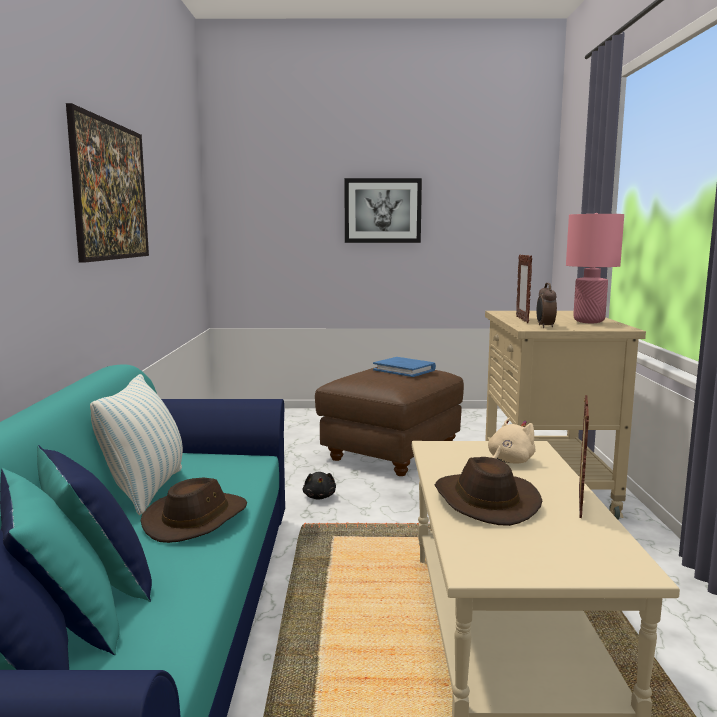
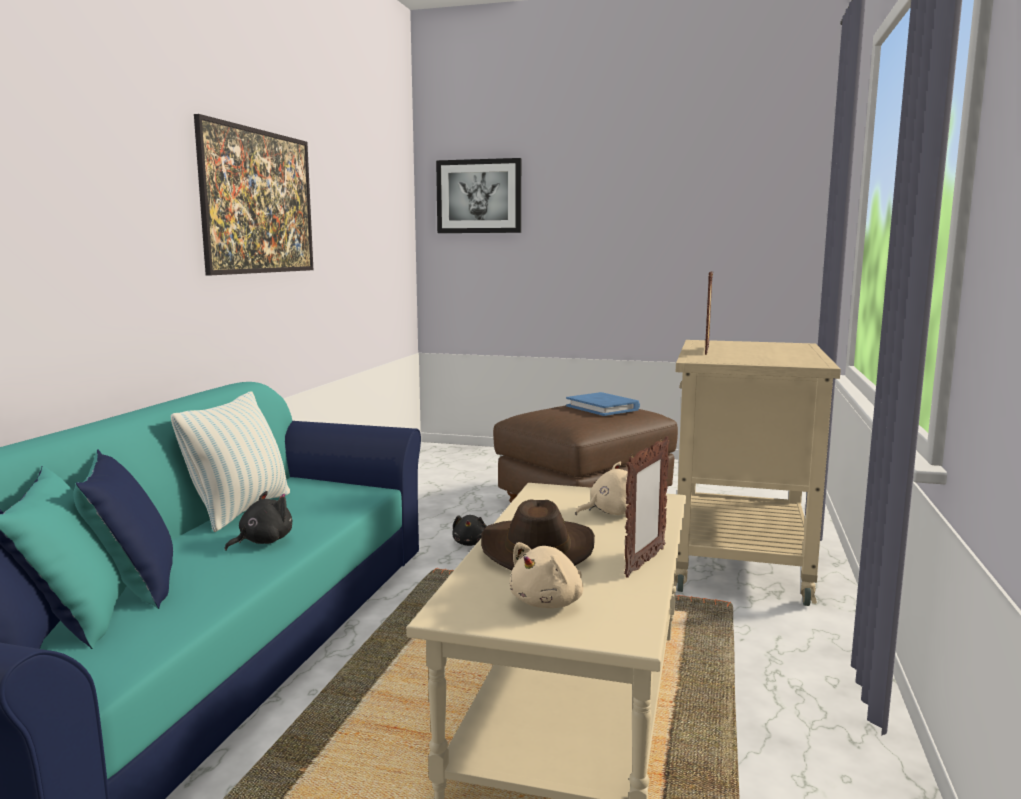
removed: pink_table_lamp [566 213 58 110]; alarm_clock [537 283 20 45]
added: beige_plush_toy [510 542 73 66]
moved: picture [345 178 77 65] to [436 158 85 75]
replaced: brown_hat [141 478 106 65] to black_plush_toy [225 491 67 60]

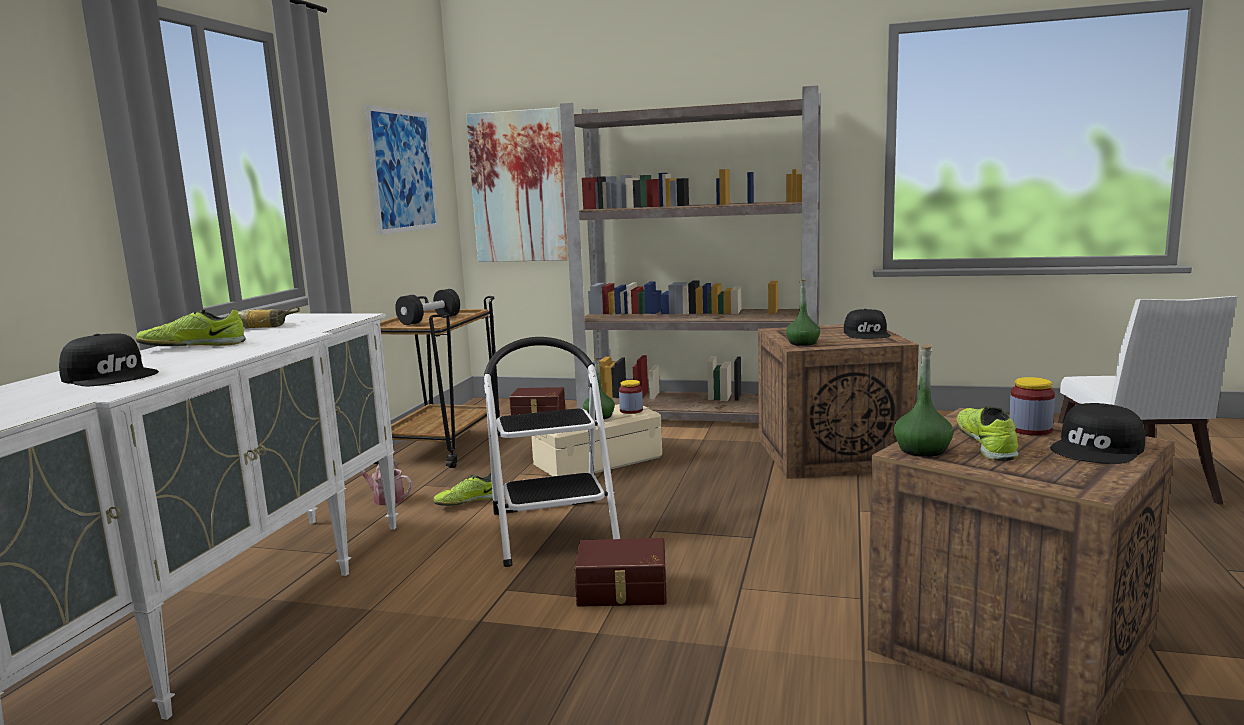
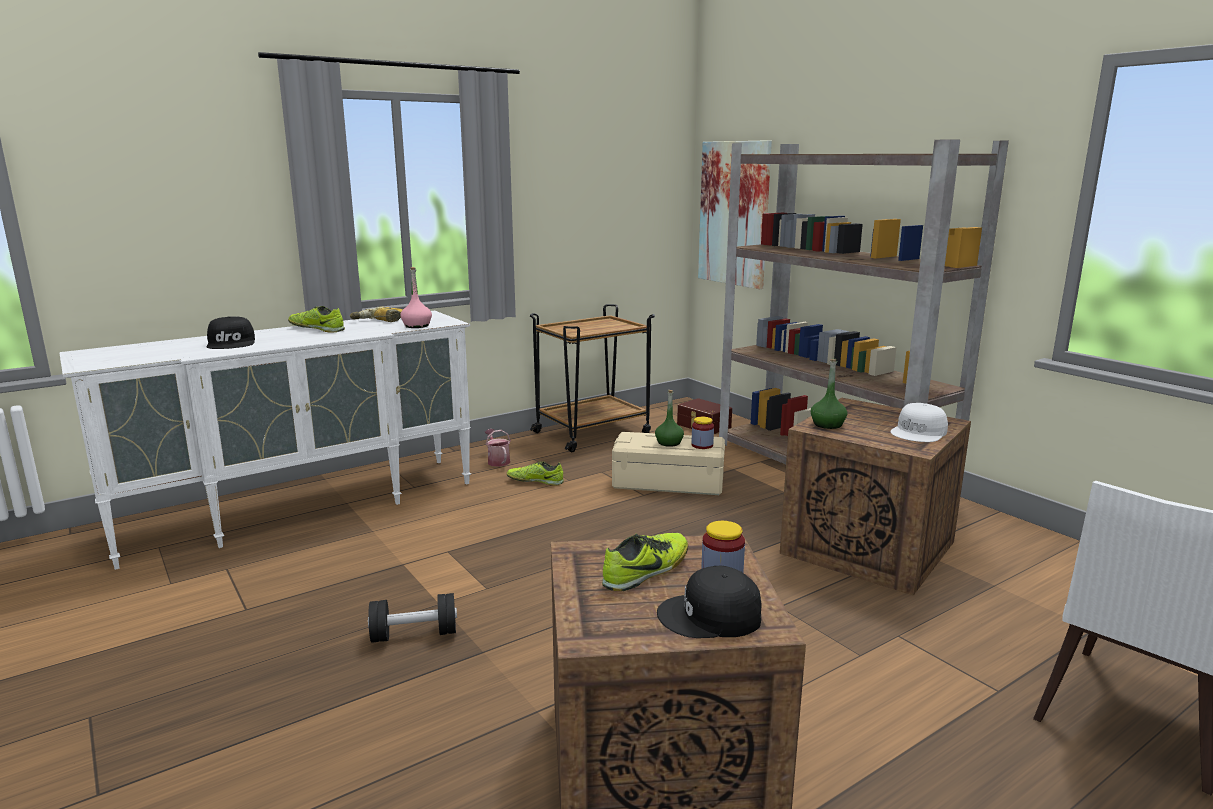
removed: picture [365 105 74 130]; step_ladder [484 337 136 230]; green_bottle [894 344 59 113]; brown_storage_box [574 538 93 69]
added: pink_bottle [400 267 32 61]
moved: black_dumbbell [395 289 65 36] to [368 593 89 50]
recoloured: black_cap [844 309 47 30] to white_cap [890 403 58 39]

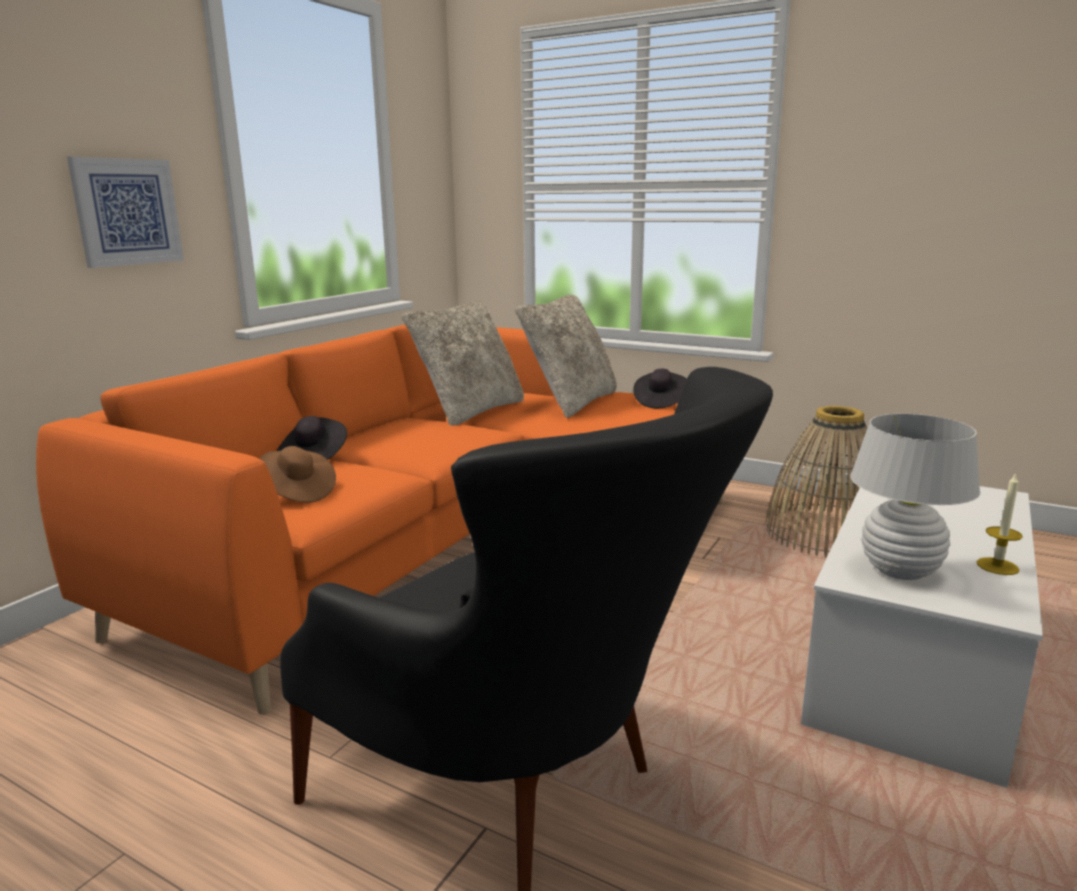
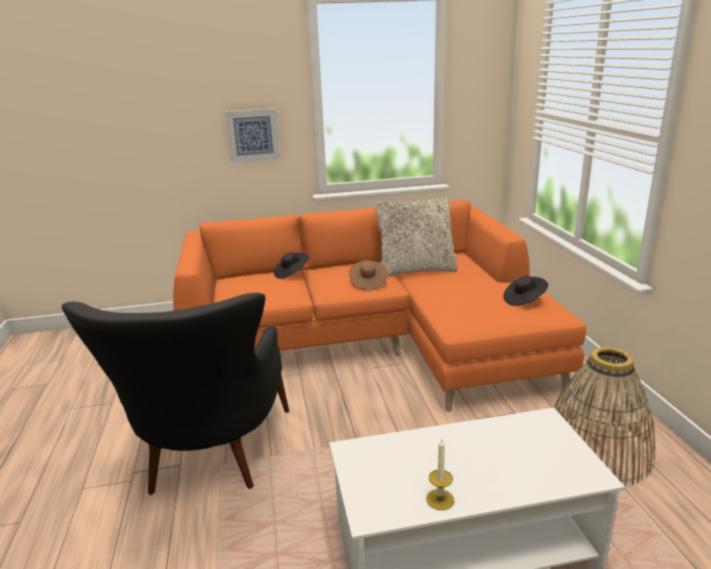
removed: beige_pillow [515 294 102 124]; white_table_lamp [850 414 130 166]
moved: brown_hat [260 446 76 56] to [349 260 39 30]

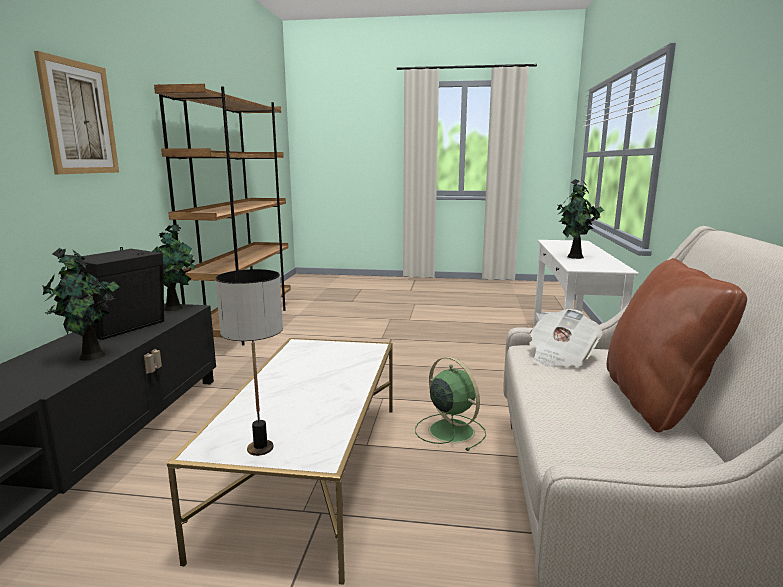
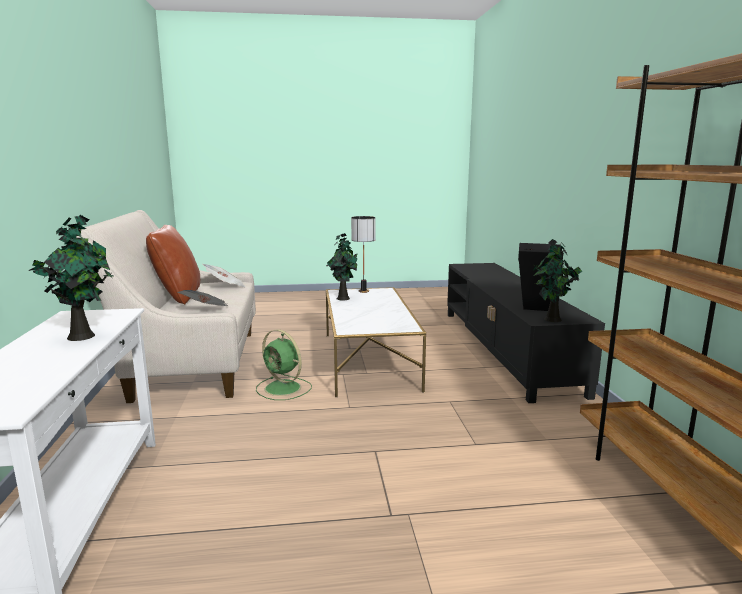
removed: picture [34 51 85 123]
added: newspaper [202 264 43 23]
moved: potted_plant [42 248 78 113] to [326 233 32 67]

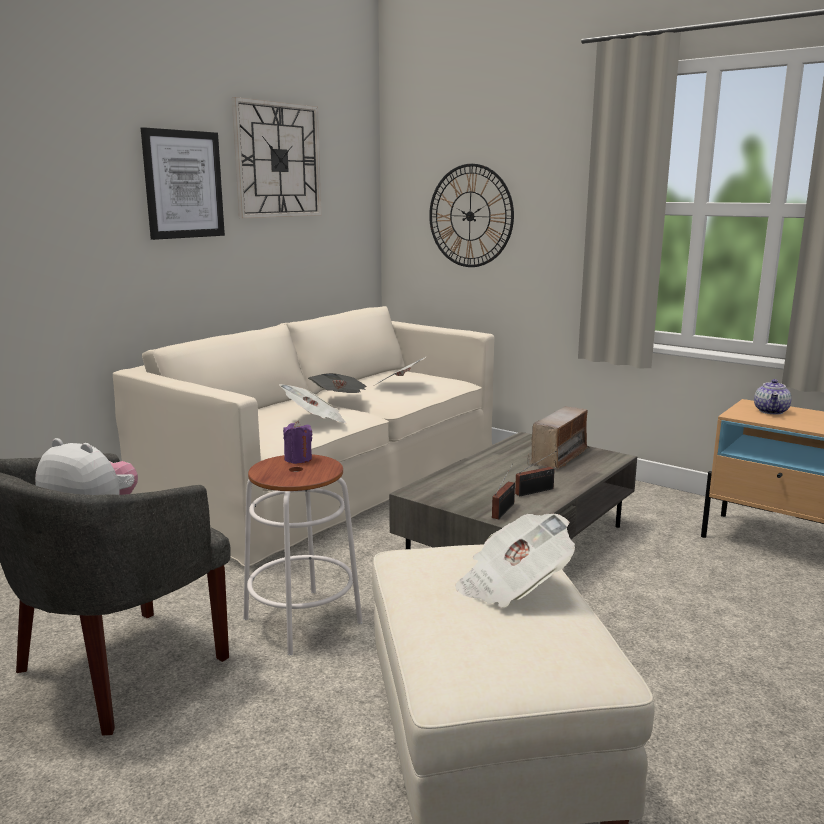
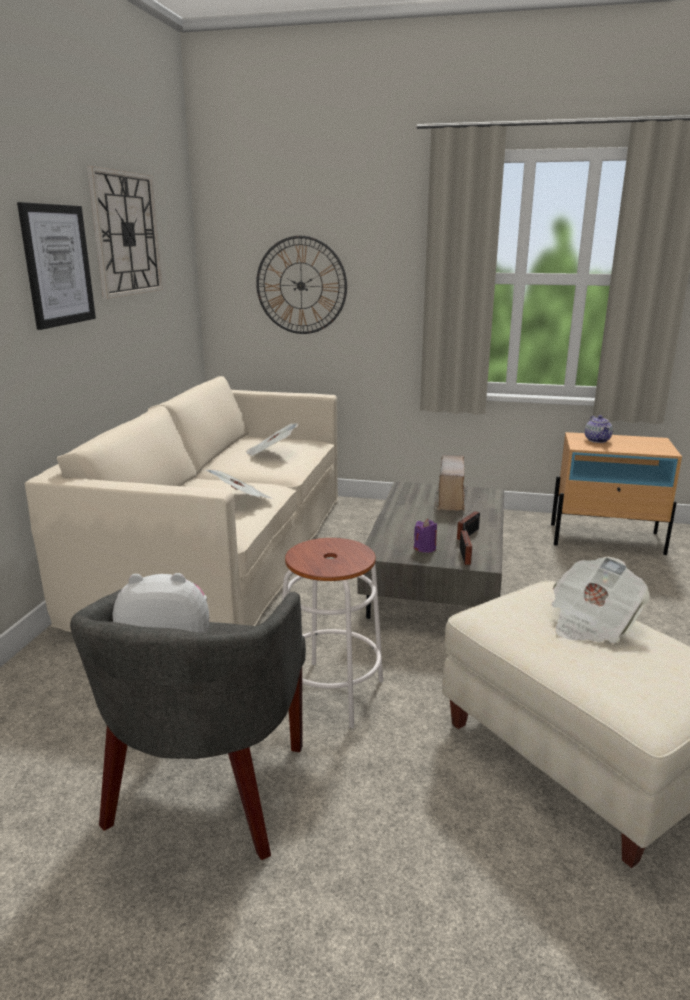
removed: newspaper [308 373 58 20]
moved: purple_candle [283 421 29 43] to [414 519 23 34]

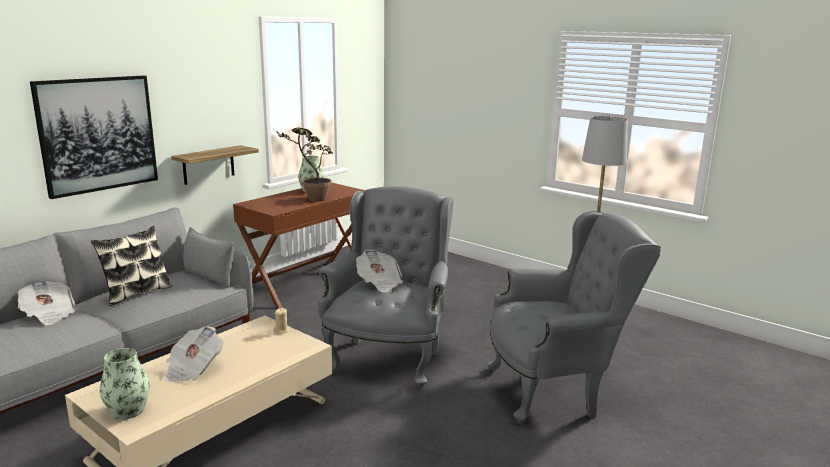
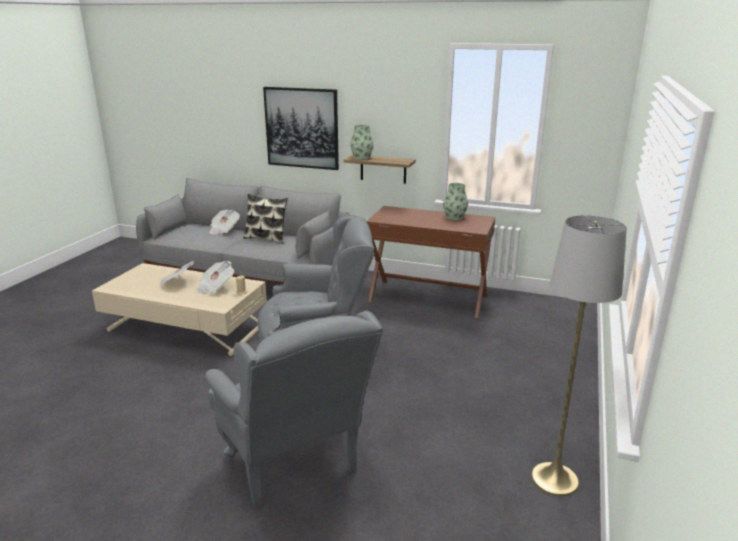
removed: potted_plant [274 128 59 74]
moved: newspaper [356 249 47 44] to [195 261 39 33]; vase [99 348 51 72] to [350 125 24 35]

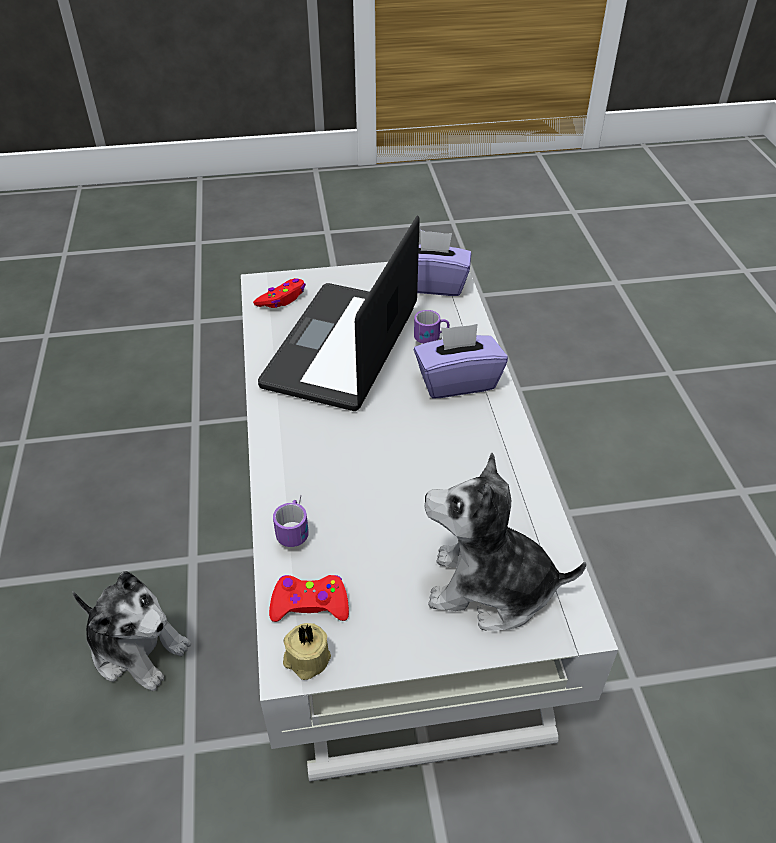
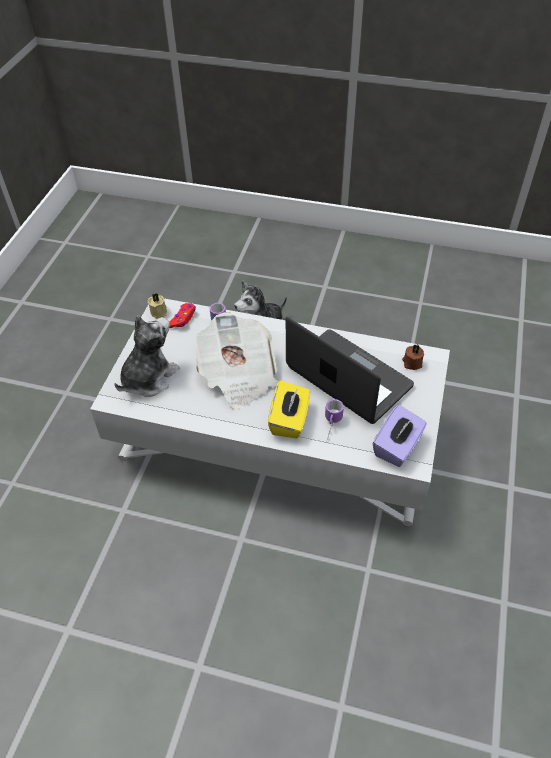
added: newspaper [196 312 81 98]
replaced: red_game_controller [253 278 53 30] to brown_candle [402 345 22 25]
recoloured: purple_tissue_box [414 324 94 75] to yellow_tissue_box [268 381 42 58]

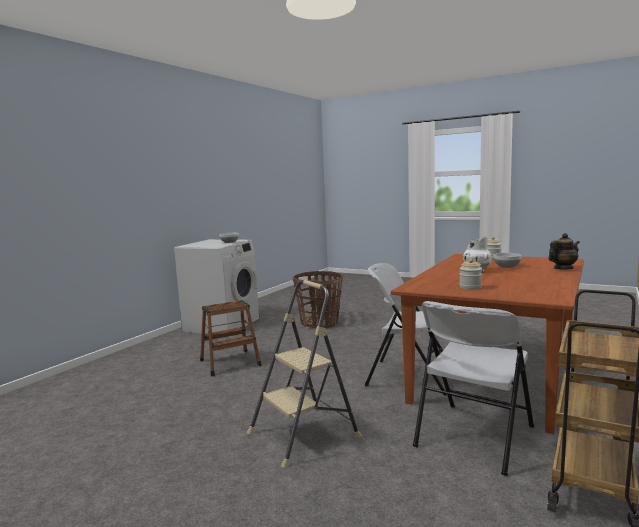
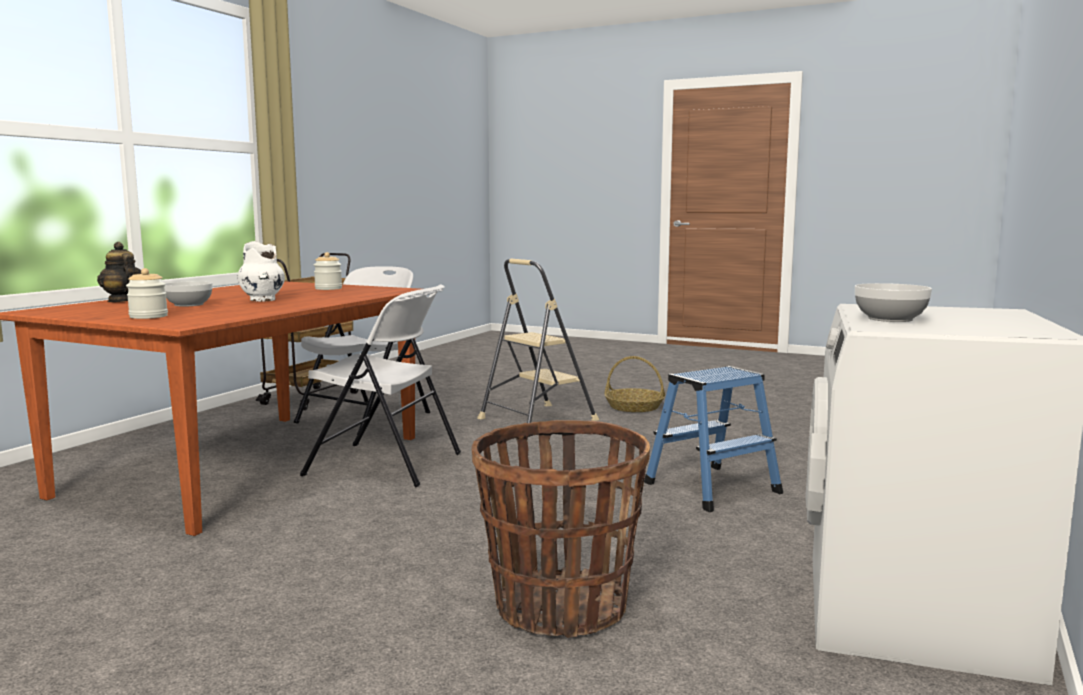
added: basket [604 356 61 56]
recoloured: brown_step_ladder [200 300 62 77] to blue_step_ladder [644 366 139 146]
turned: teapot [549 233 31 36] = [97 242 44 60] 75 degrees clockwise

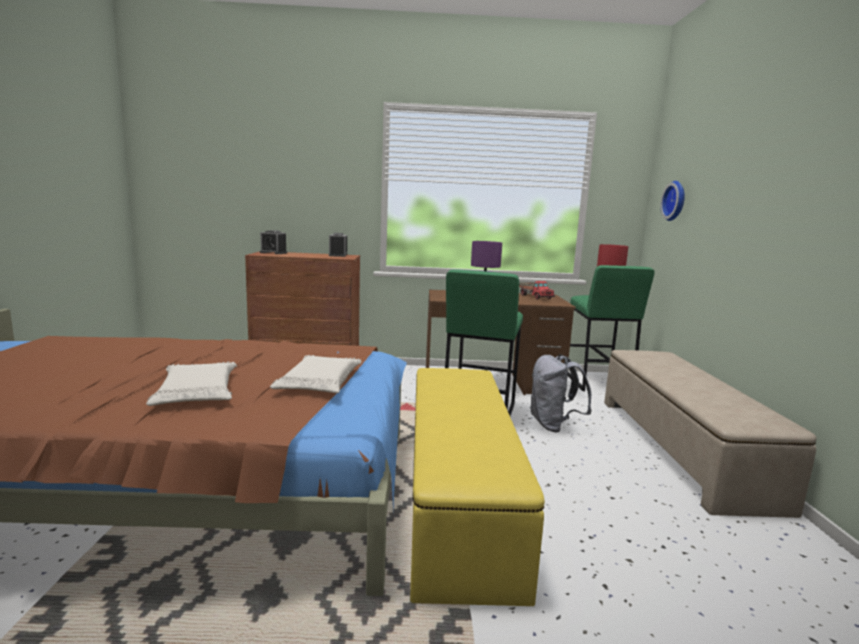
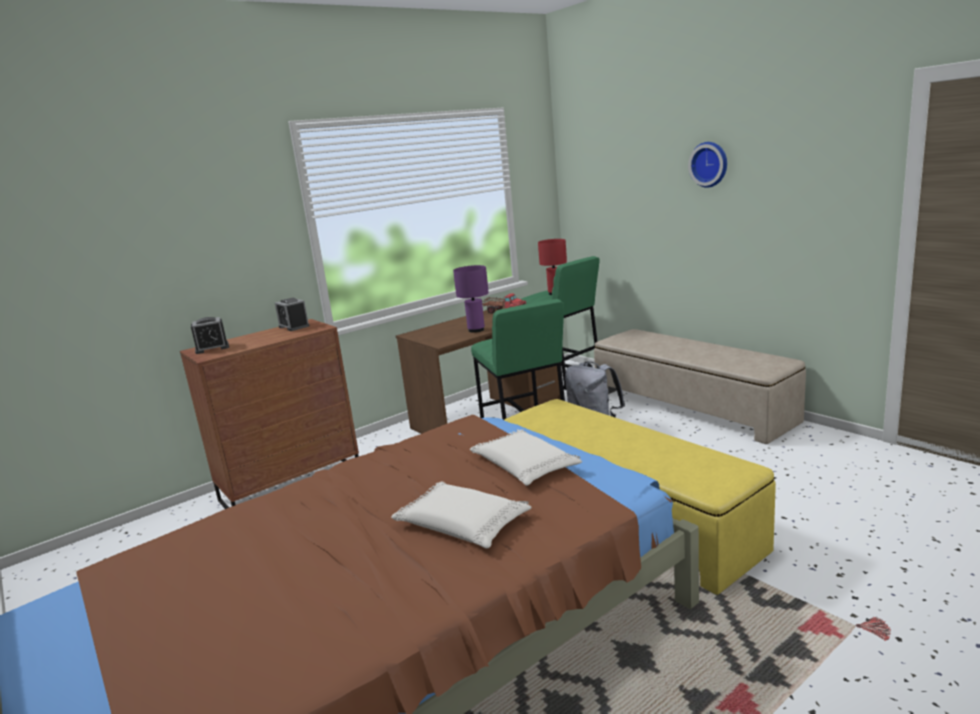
moved: wall_clock [660 181 25 40] to [688 142 39 46]

